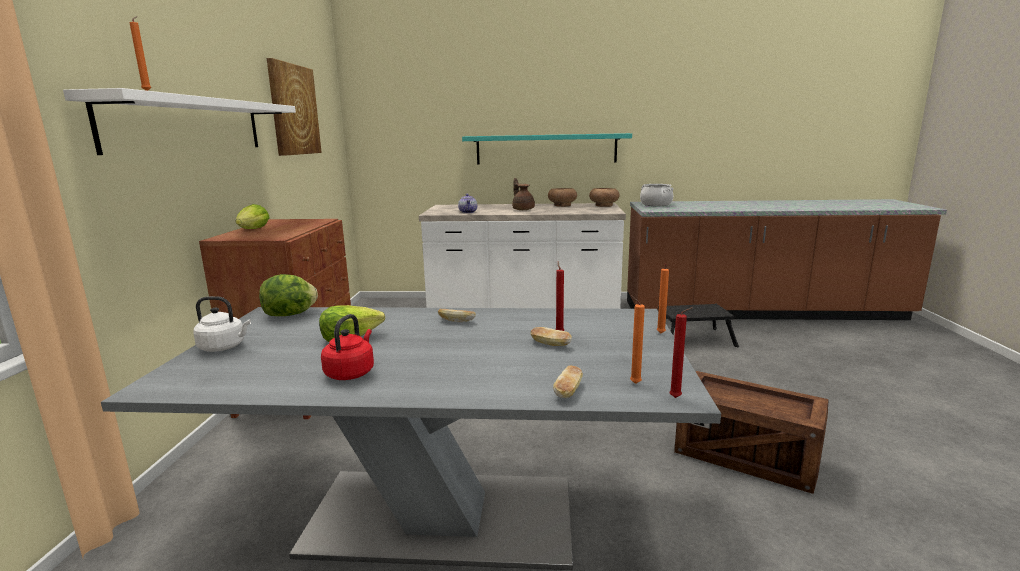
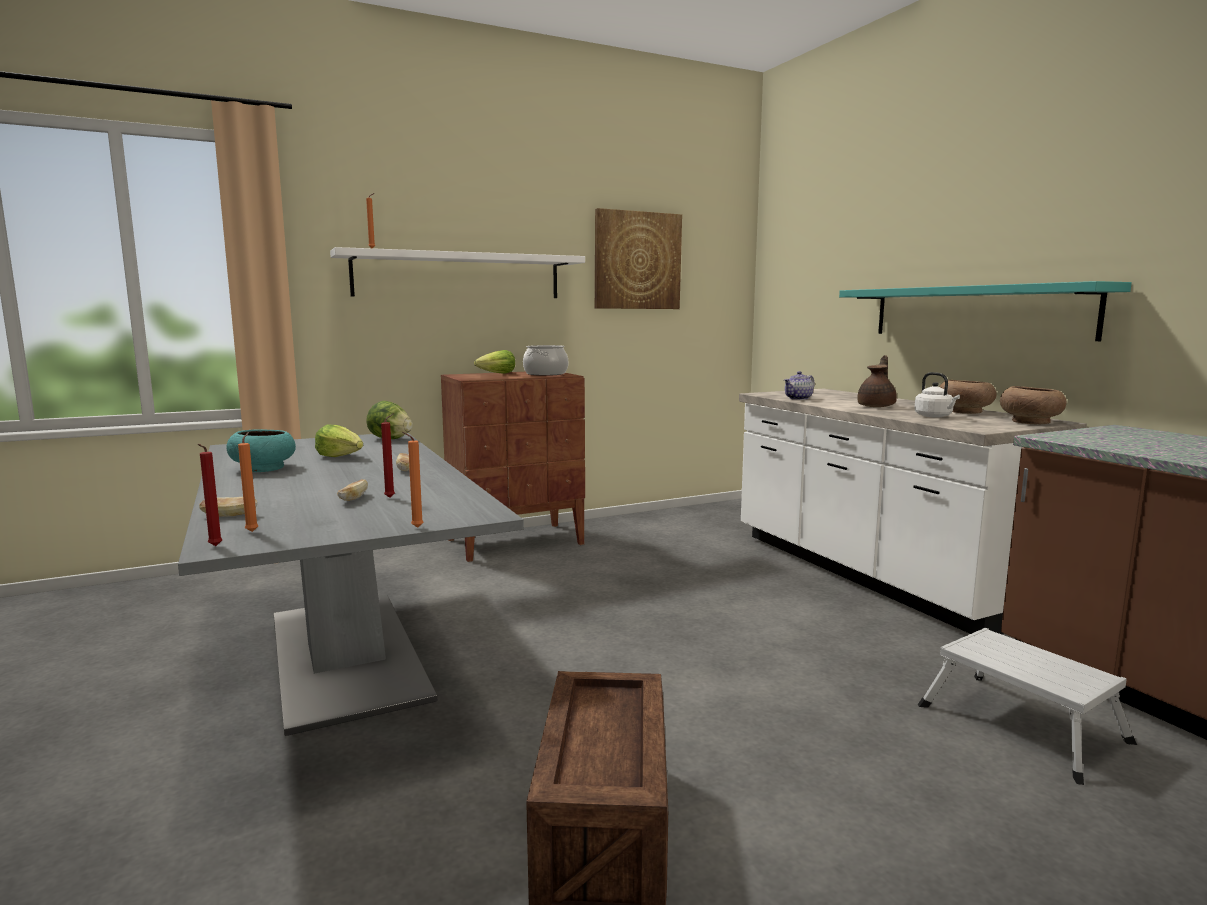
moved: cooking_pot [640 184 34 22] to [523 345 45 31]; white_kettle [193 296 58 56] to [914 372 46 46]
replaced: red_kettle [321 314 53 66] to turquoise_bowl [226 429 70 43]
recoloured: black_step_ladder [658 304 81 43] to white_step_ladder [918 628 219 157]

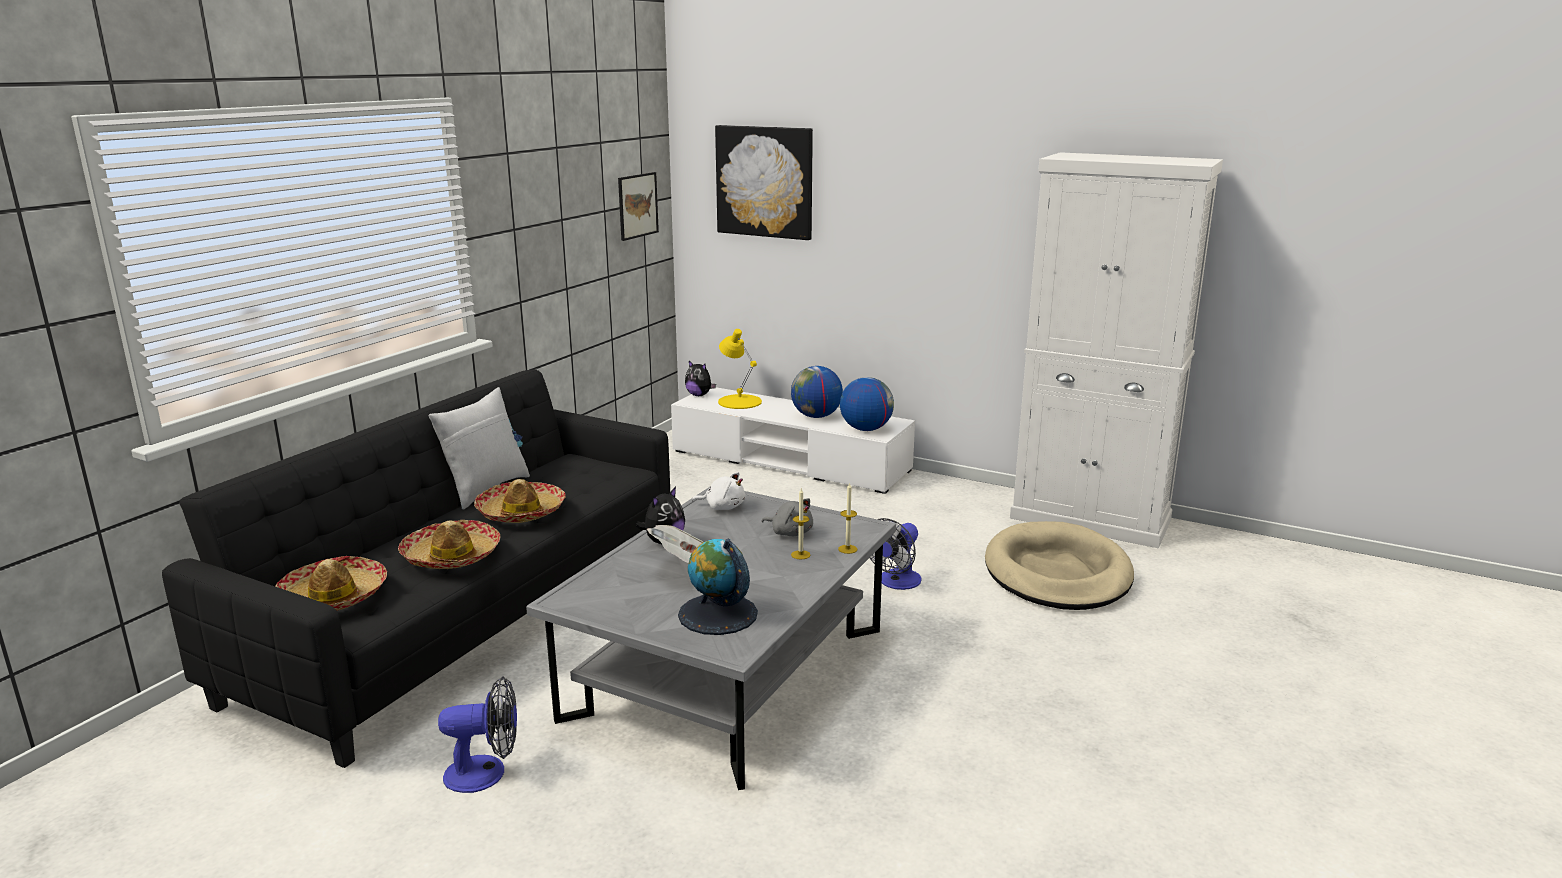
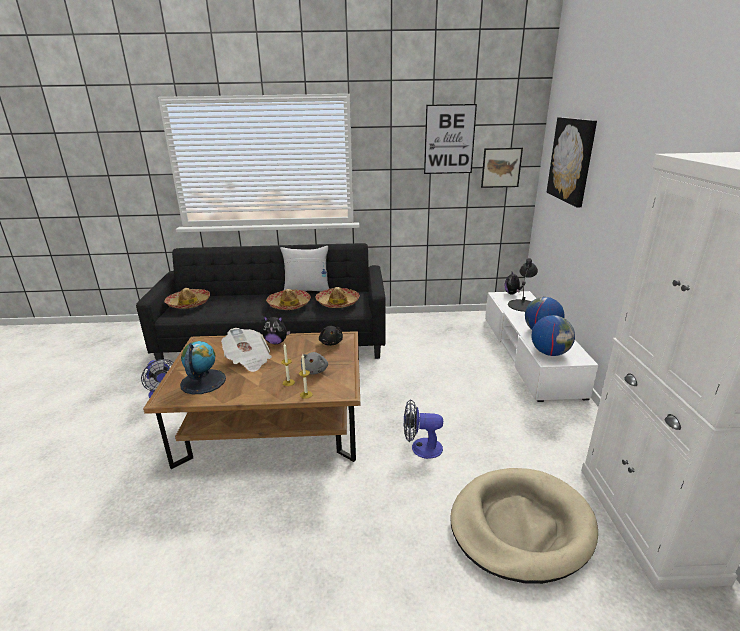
added: picture [424 104 53 70]
moved: hat [398 520 103 49] to [315 287 45 21]
recoloured: yellow_table_lamp [718 329 44 80] to black_table_lamp [508 258 30 54]; white_plush_toy [692 472 53 38] to black_plush_toy [319 326 24 20]; grey_coffee_table [526 487 370 303] to brown_coffee_table [143 331 217 138]

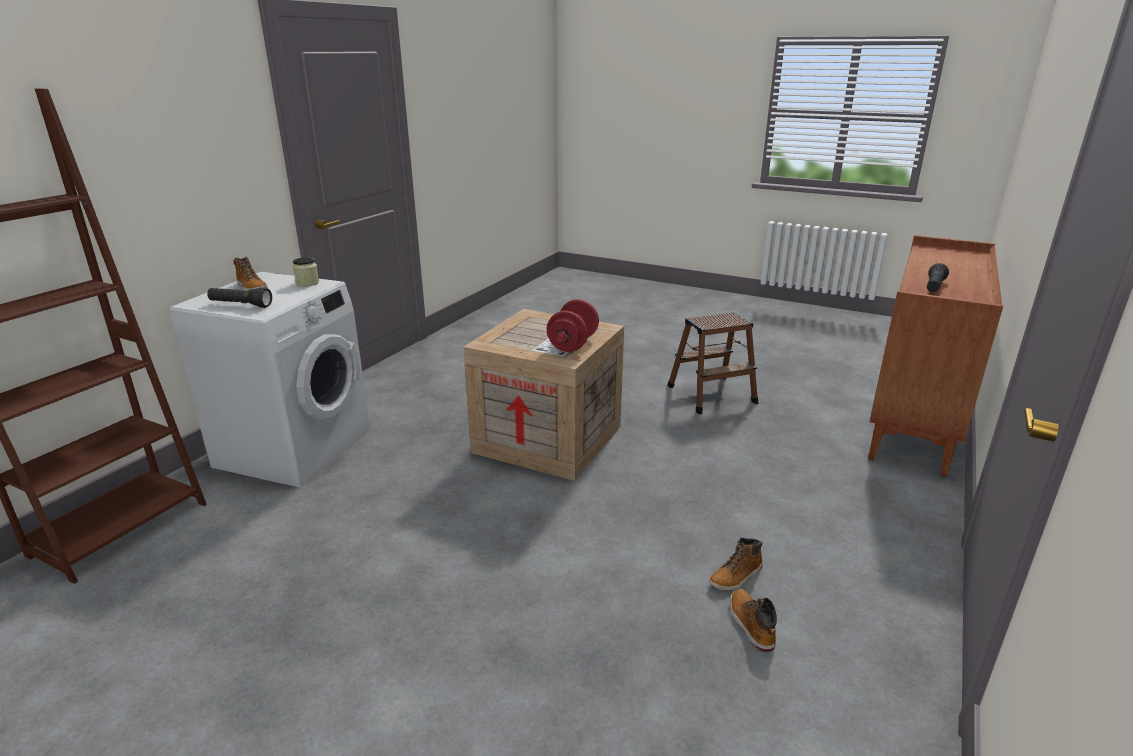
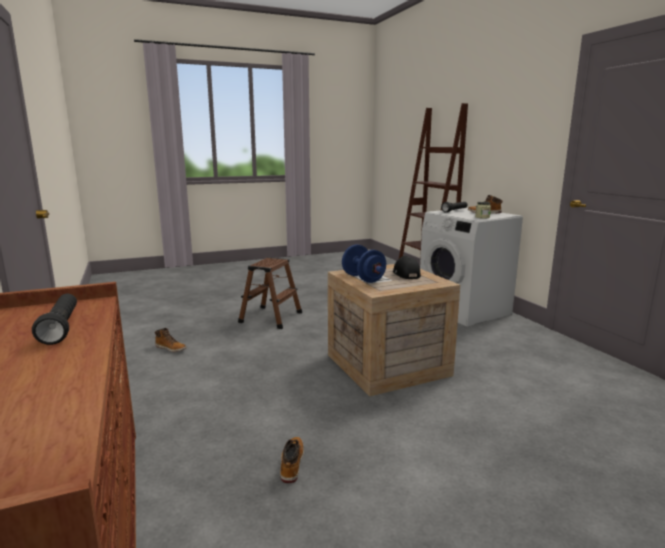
added: black_cap [393 256 28 23]
moved: brown_step_ladder [667 312 91 102] to [238 257 64 72]; boot [709 538 54 53] to [280 437 24 46]
recoloured: red_dumbbell [546 299 53 53] to blue_dumbbell [342 244 44 39]

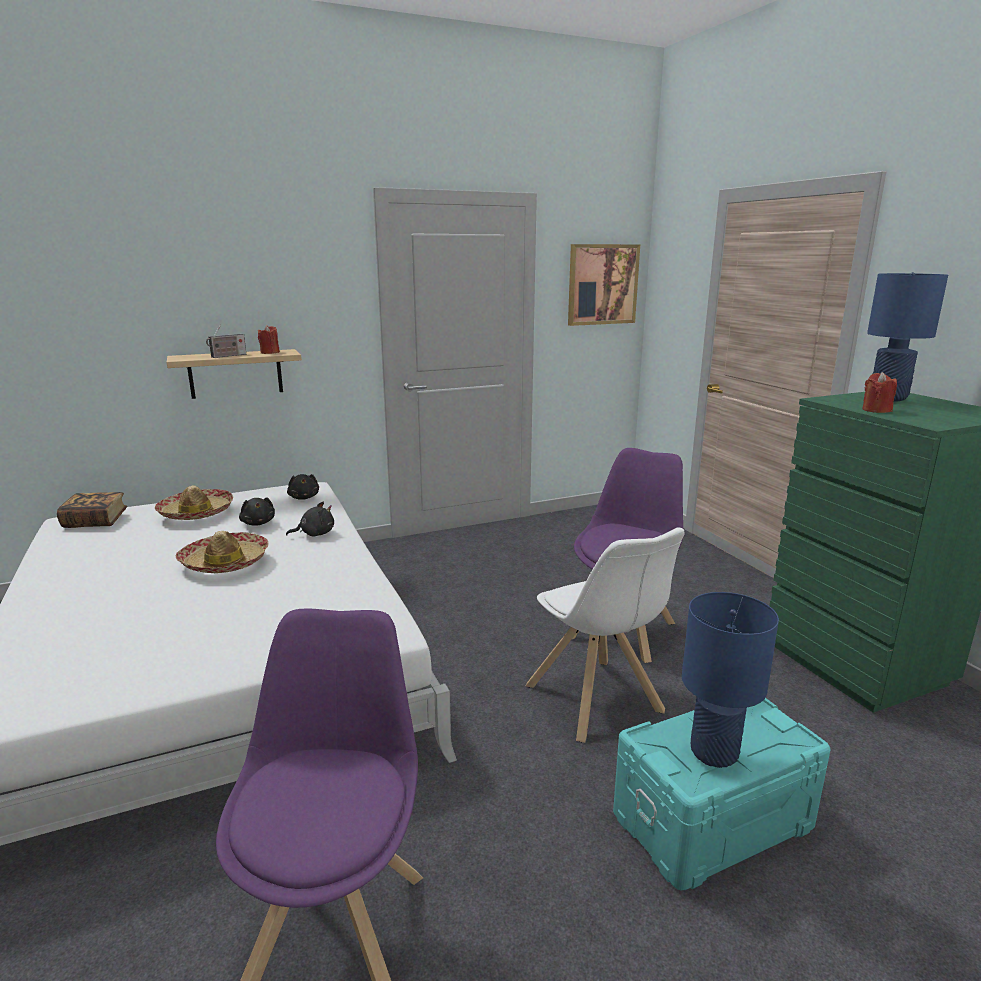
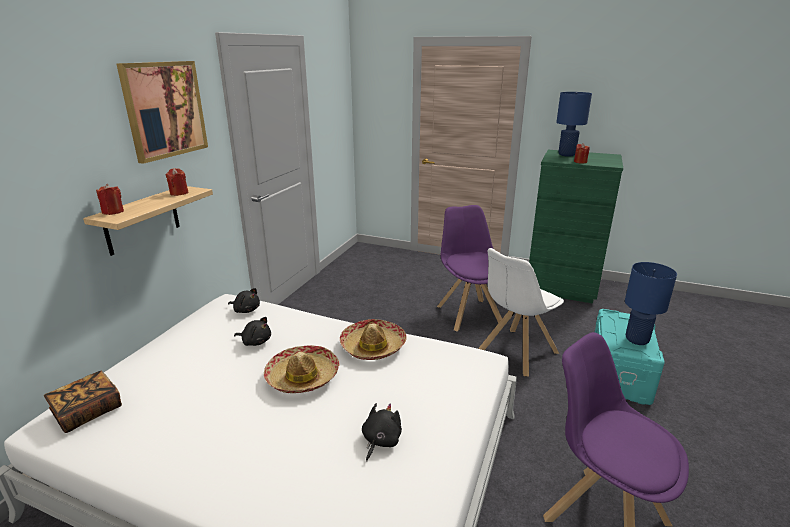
removed: radio [206 324 40 34]
added: red_candle [96 184 28 31]
moved: picture [568 244 72 82] to [116 61 92 103]; hat [155 486 78 34] to [340 319 66 41]; black_plush_toy [286 501 48 35] to [362 403 40 59]
turned: white_chair [526 528 159 215] = [478 248 86 128] 120 degrees clockwise

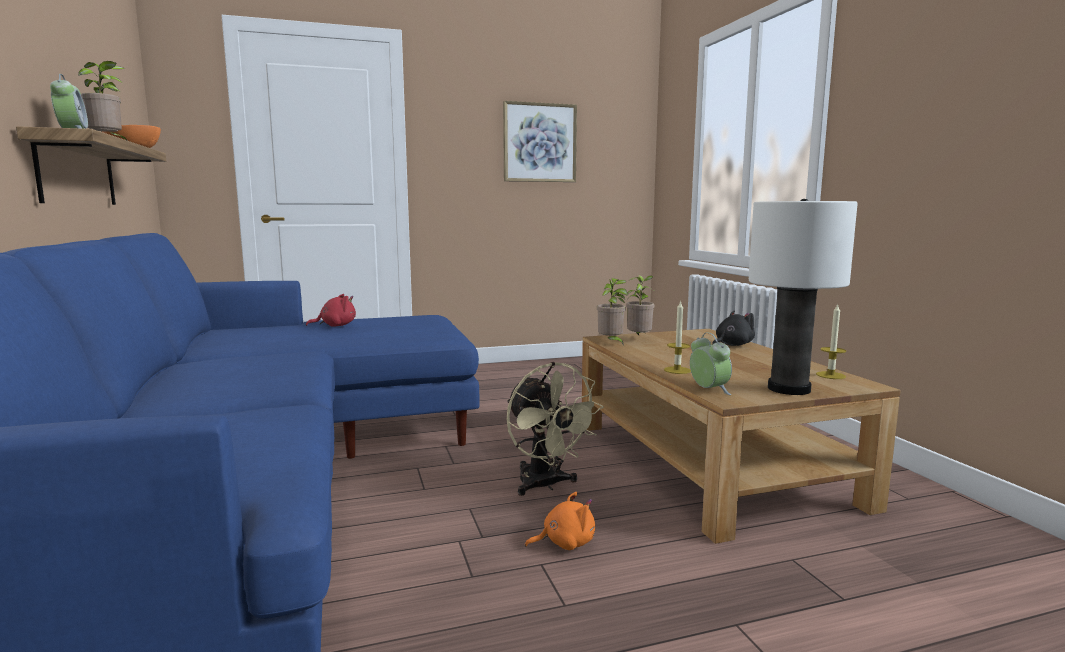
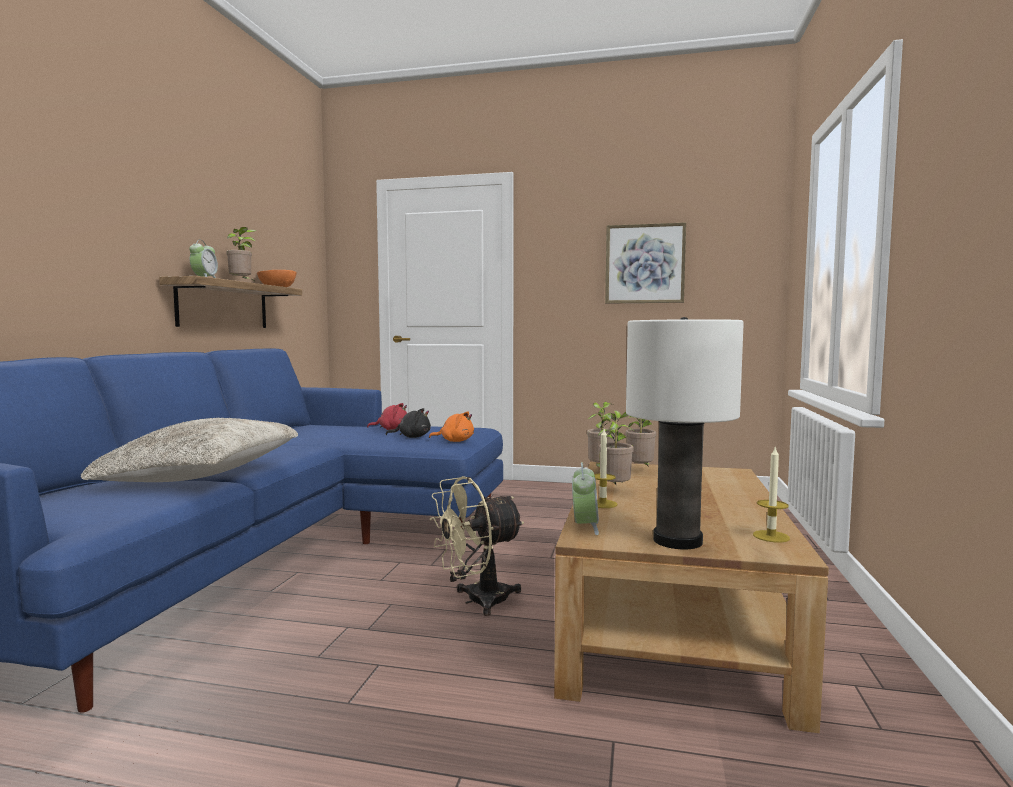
added: potted_plant [598 410 36 74]; beige_pillow [81 418 217 64]
moved: black_plush_toy [712 310 43 36] to [386 408 45 30]; orange_plush_toy [525 492 70 58] to [429 411 45 31]
turned: beige_fan [507 362 97 134] = [430 476 95 140] 60 degrees clockwise

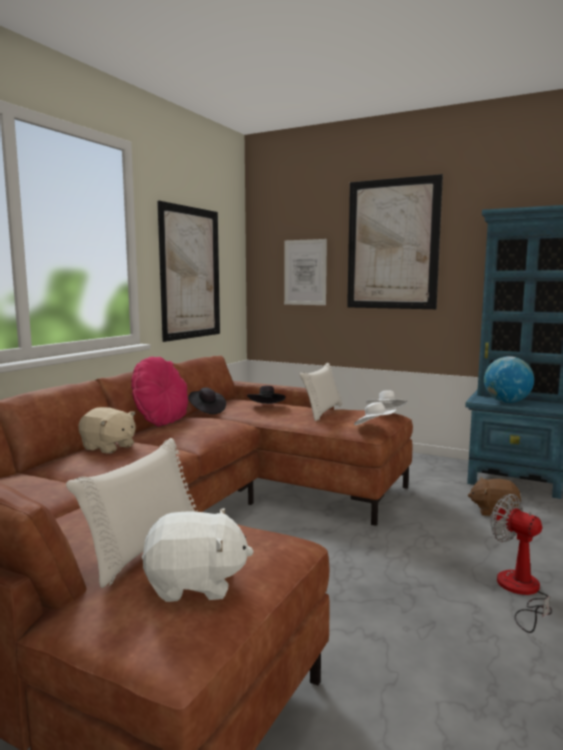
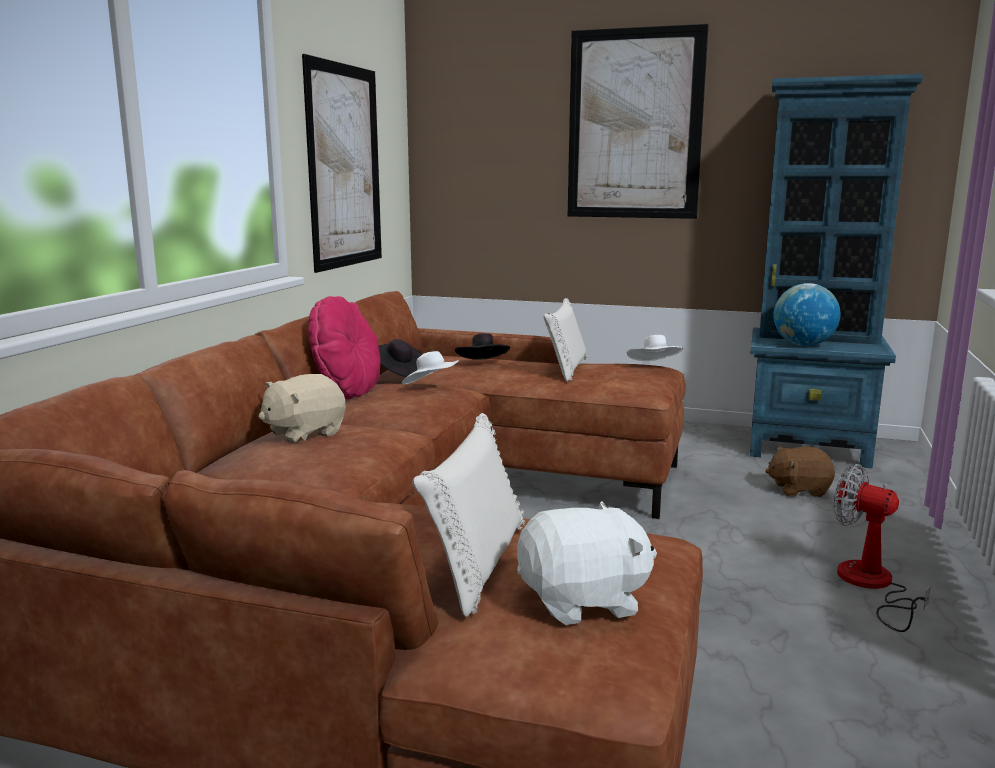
removed: picture [284 239 43 66]
moved: white_hat [354 402 42 23] to [402 351 57 34]
turned: beige_plush_toy [78 407 58 47] = [258 374 87 69] 120 degrees clockwise

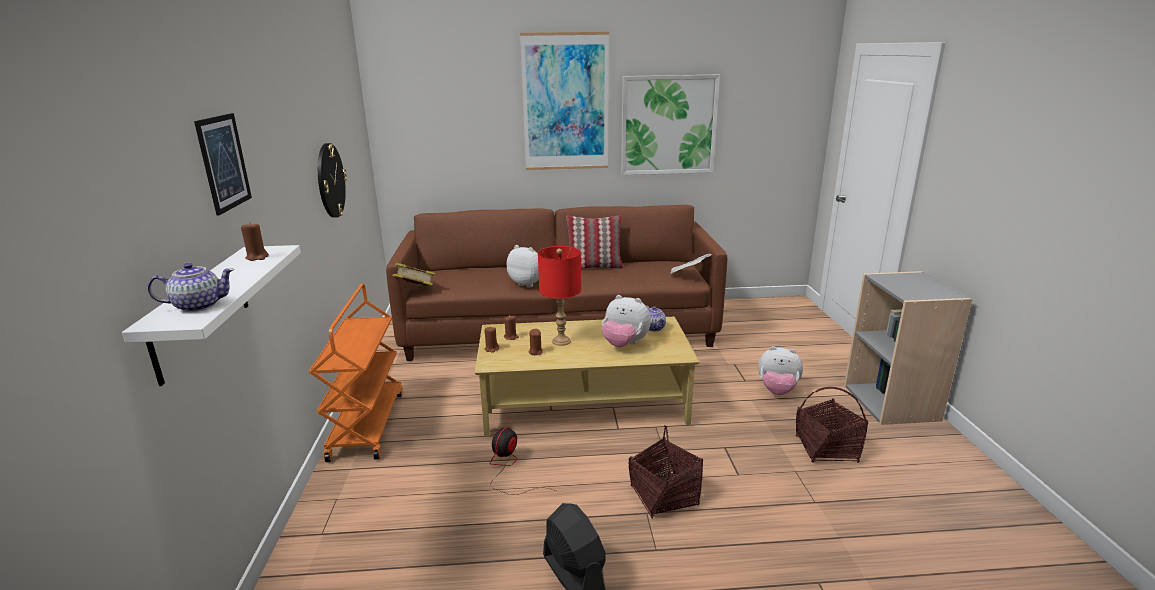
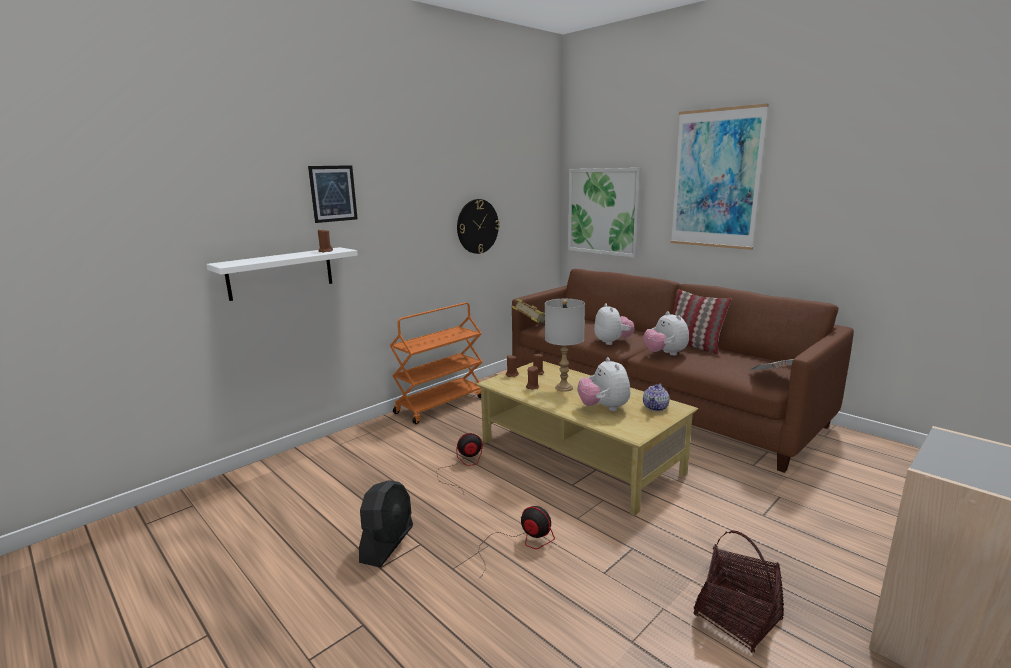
removed: teapot [148 263 86 49]
moved: picture [621 75 99 100] to [568 168 74 90]; plush_toy [758 346 45 49] to [644 312 45 44]
replaced: basket [628 425 75 94] to fan [478 506 77 74]
recoloured: red_table_lamp [538 246 43 100] to grey_table_lamp [545 299 40 93]

